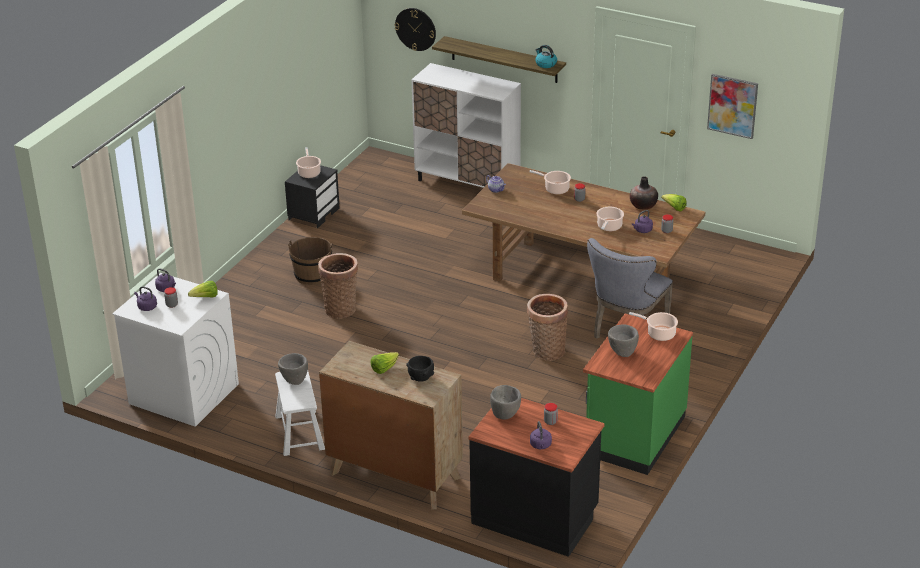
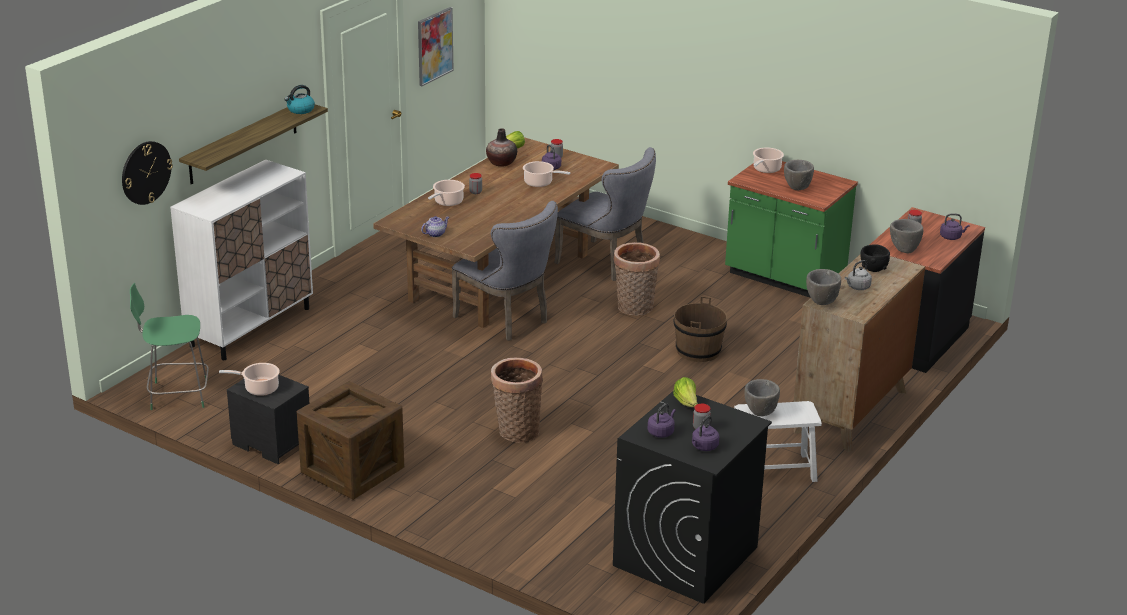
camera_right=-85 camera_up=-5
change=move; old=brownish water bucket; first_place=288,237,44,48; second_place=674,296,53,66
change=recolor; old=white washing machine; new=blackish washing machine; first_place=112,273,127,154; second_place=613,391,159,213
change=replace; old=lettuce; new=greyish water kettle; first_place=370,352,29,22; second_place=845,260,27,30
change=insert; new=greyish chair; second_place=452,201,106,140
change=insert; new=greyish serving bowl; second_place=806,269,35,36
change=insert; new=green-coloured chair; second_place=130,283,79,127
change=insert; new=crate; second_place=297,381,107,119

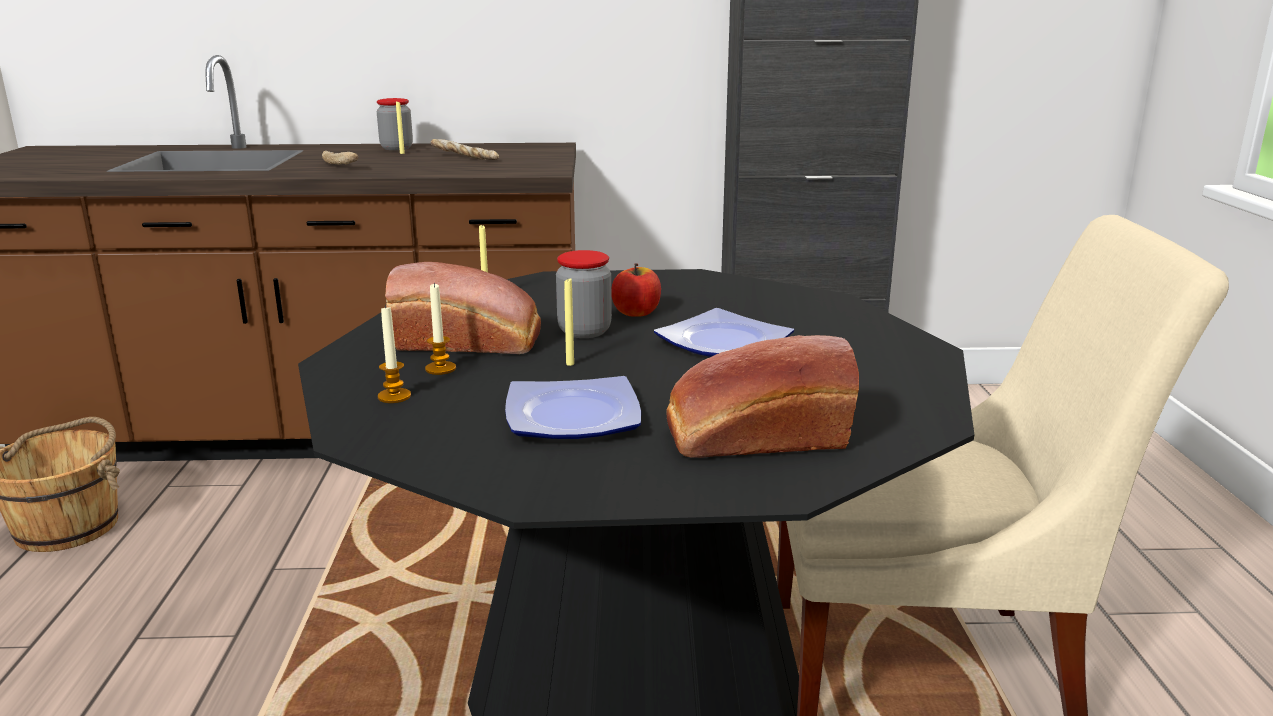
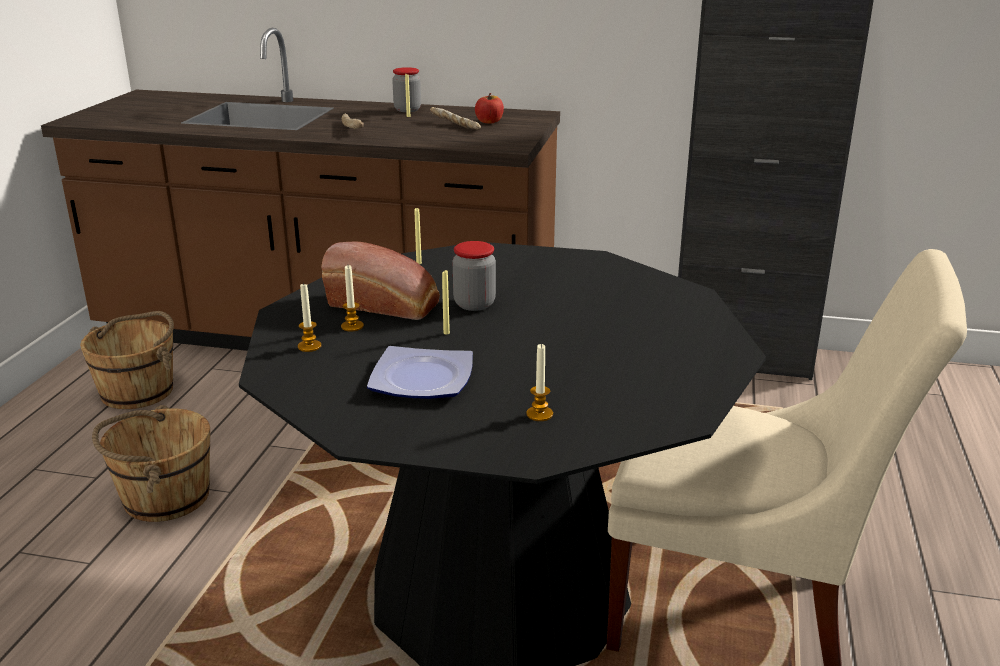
camera_right=15 camera_up=5
change=move; old=whole apple; first_place=611,263,50,54; second_place=475,93,29,31
change=delete; old=flat dish; first_place=654,308,140,49
change=replace; old=bread; new=wax candle; first_place=667,335,192,123; second_place=526,343,27,78
change=insert; new=brownish water bucket; second_place=92,405,118,117

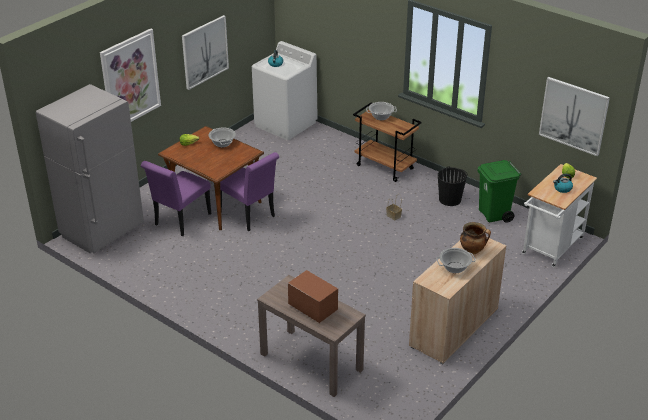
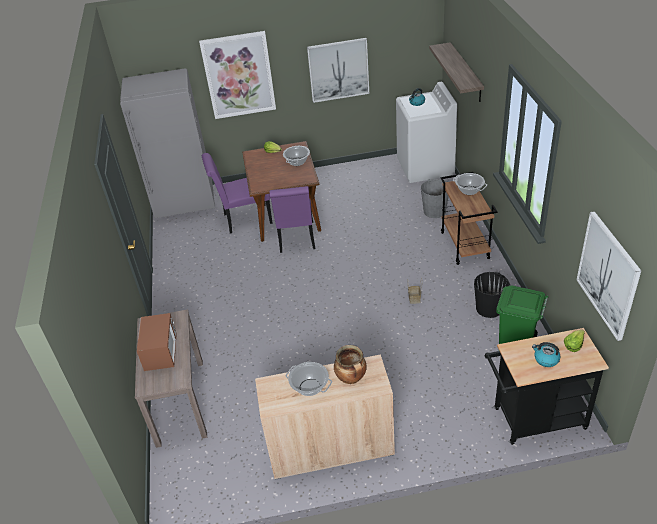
camera_right=45 camera_up=5
change=recolor; old=white trolley; new=blackish trolley; first_place=521,164,76,103; second_place=485,328,124,117
change=insert; new=bracket shelf; second_place=429,42,55,60
change=insert; new=greyish water bucket; second_place=421,179,28,39

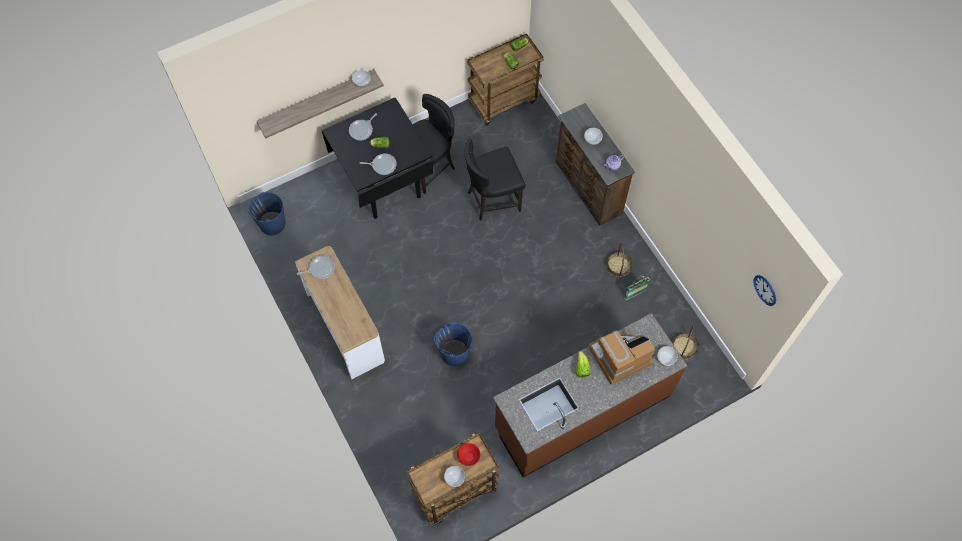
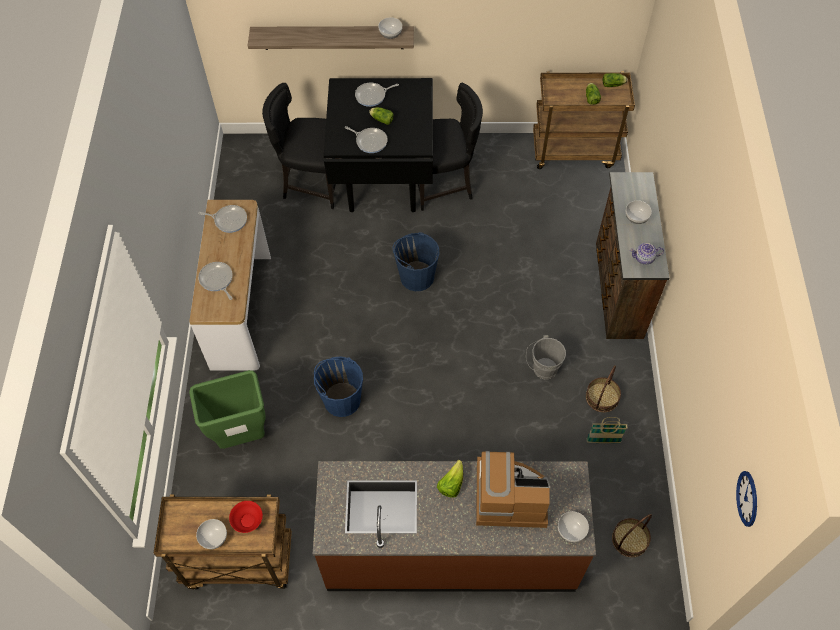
camera_right=30 camera_up=-5
change=move; old=blackish chair; first_place=464,138,62,83; second_place=262,83,80,126
change=move; old=blue water bucket; first_place=247,192,39,43; second_place=392,232,48,59
change=insert; new=skillet; second_place=198,262,35,38
change=insert; new=greyish water bucket; second_place=526,335,40,44
change=insert; new=green-coloured rubbish bin; second_place=189,370,77,79

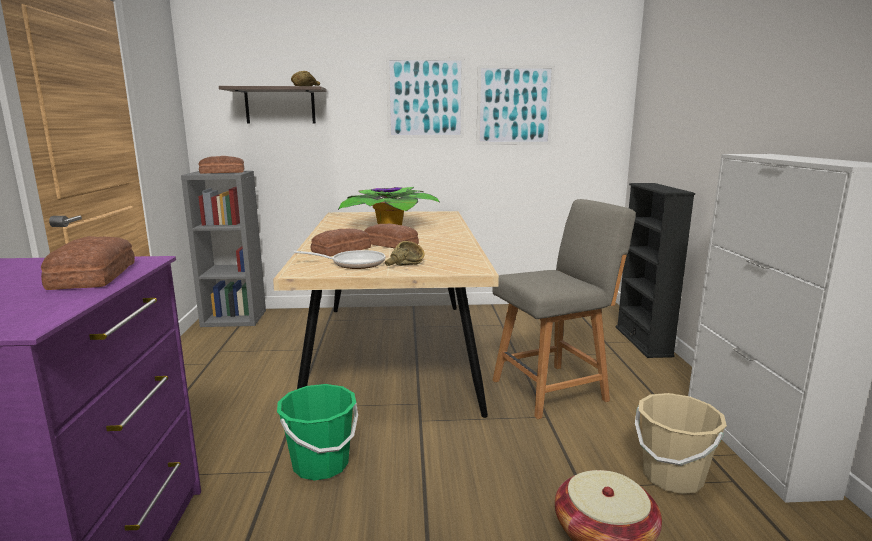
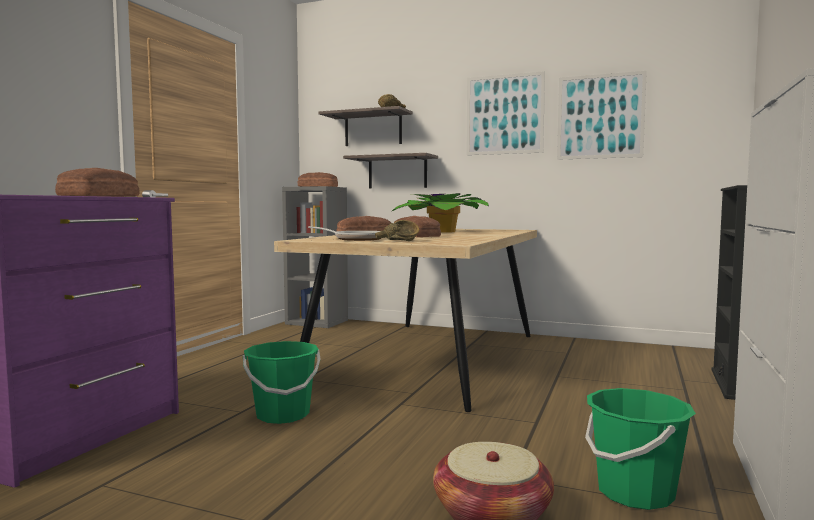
camera_right=25 camera_up=-10
change=delete; old=greyish chair; first_place=492,199,144,220
change=recolor; old=beige-coloured water bucket; new=green-coloured water bucket; first_place=635,393,92,101; second_place=585,388,111,122
change=insert; new=bracket shelf; second_place=343,153,95,36

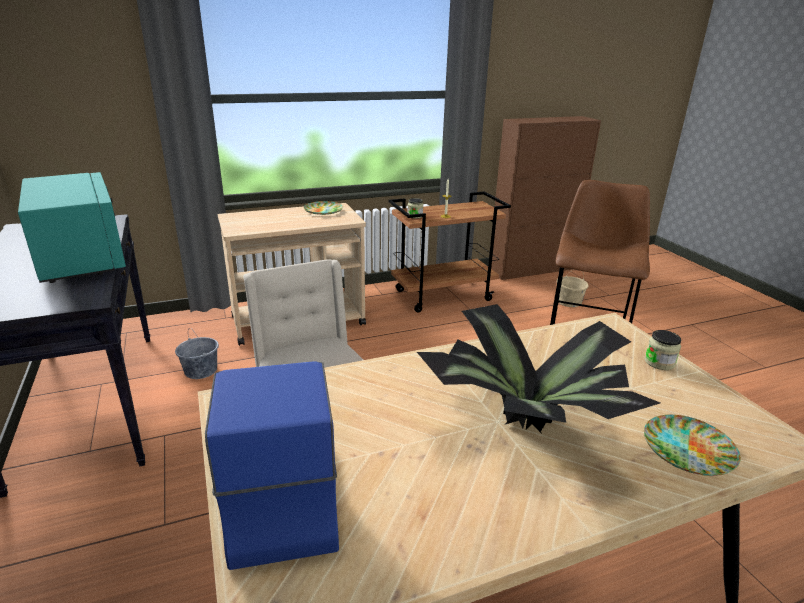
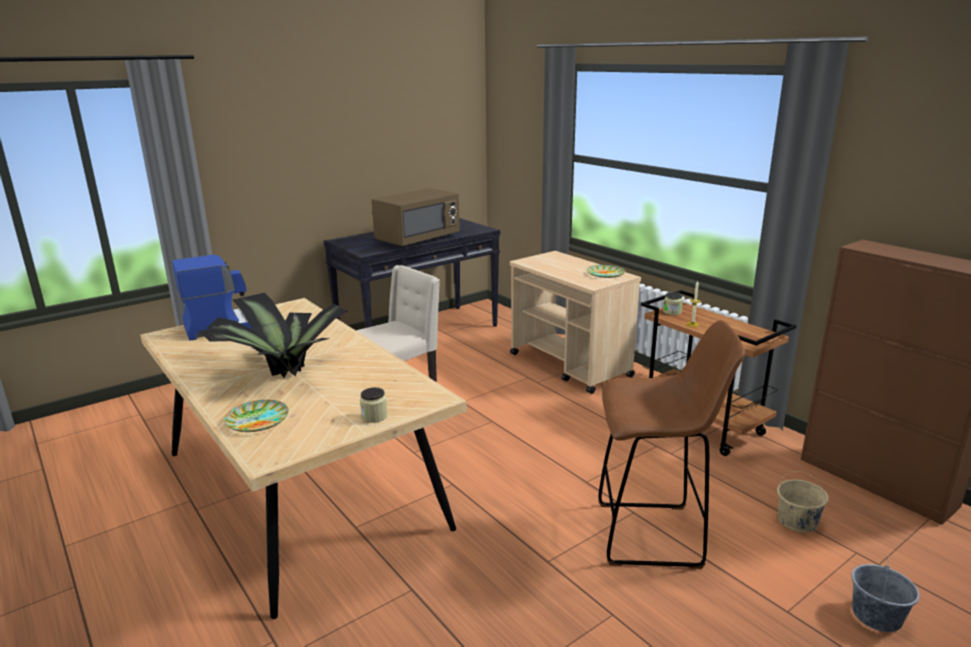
camera_right=75 camera_up=-5
change=recolor; old=turquoise microwave; new=brownish microwave; first_place=18,172,108,111; second_place=372,188,88,59
change=move; old=greyish water bucket; first_place=175,328,44,51; second_place=851,554,69,78

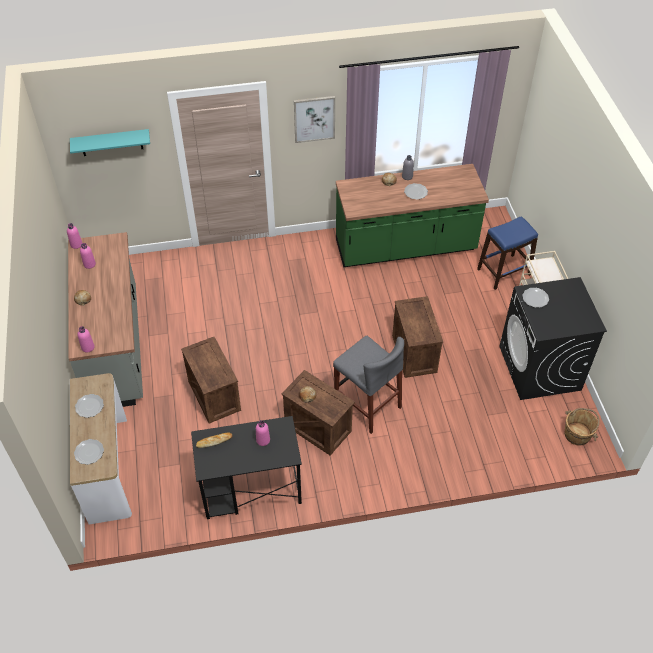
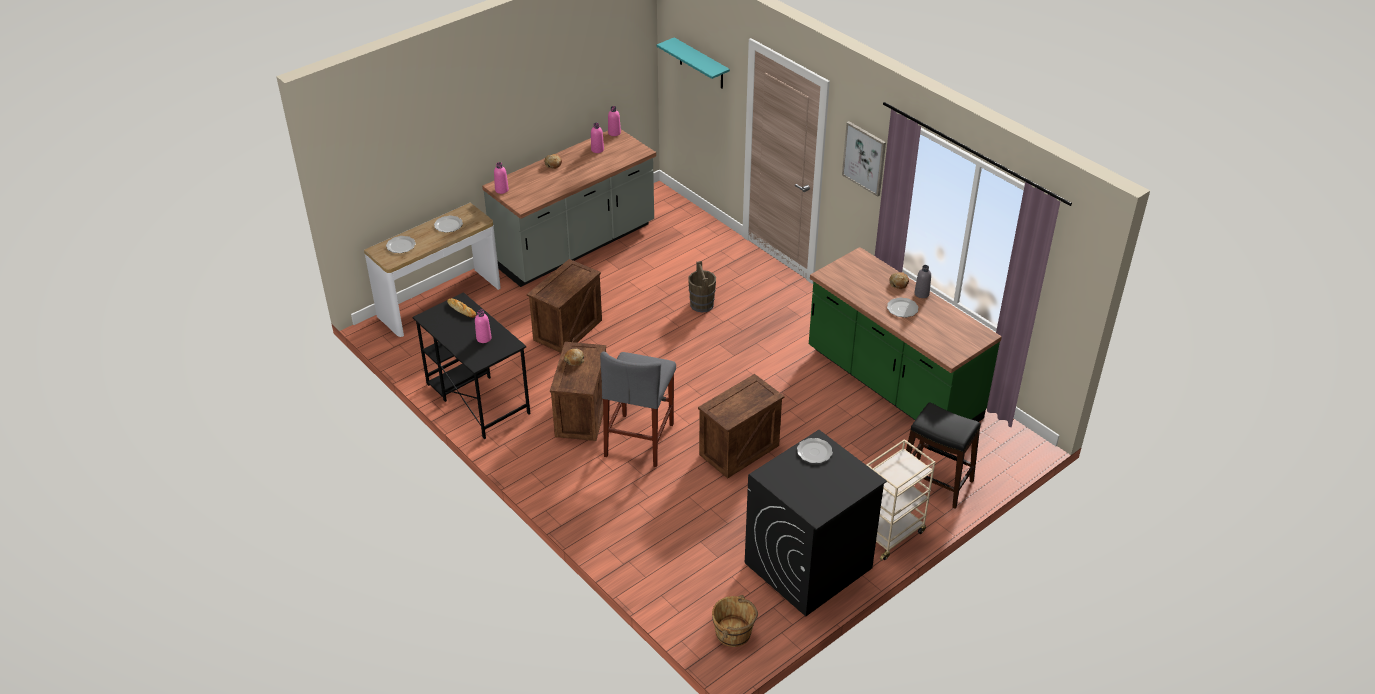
camera_right=60 camera_up=-10
change=recolor; old=blue stool seat; new=blackish stool seat; first_place=477,217,61,73; second_place=906,402,75,107
change=insert; new=brownish water bucket; second_place=688,261,28,51

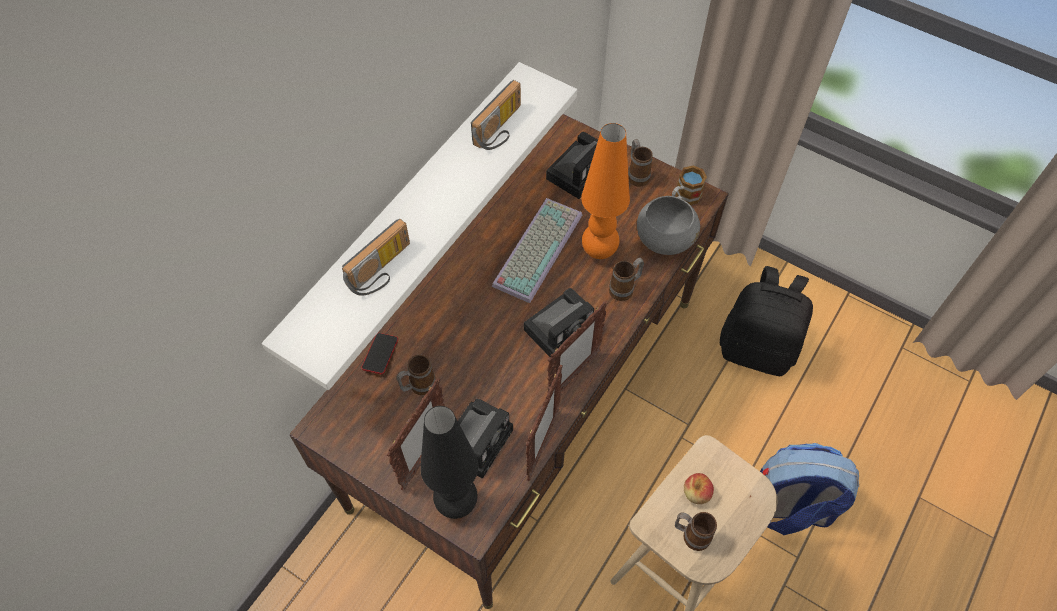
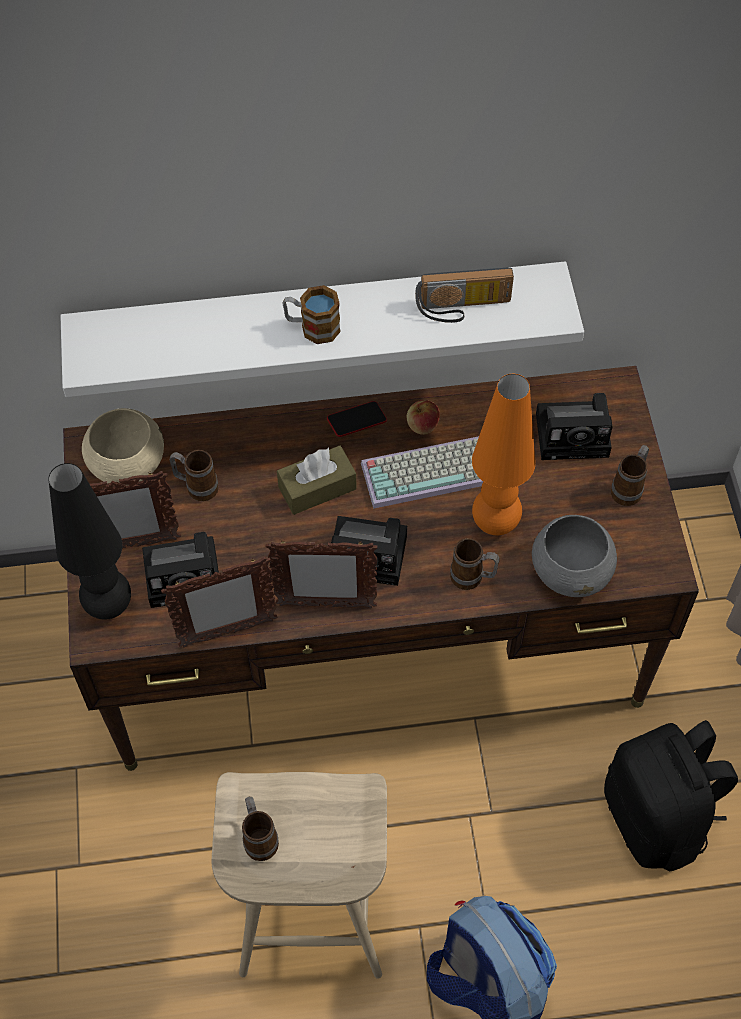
camera_right=50 camera_up=0
change=move; old=tea mug; first_place=672,165,35,40; second_place=283,285,58,59
change=delete; old=radio receiver; first_place=342,219,68,77
change=move; old=phone; first_place=361,333,37,41; second_place=327,401,60,36
change=move; old=whole apple; first_place=684,473,30,31; second_place=407,400,33,35
change=insert; new=beige-coloured serving bowl; second_place=82,408,82,76
change=insert; new=brownish box of tissues; second_place=277,446,80,69

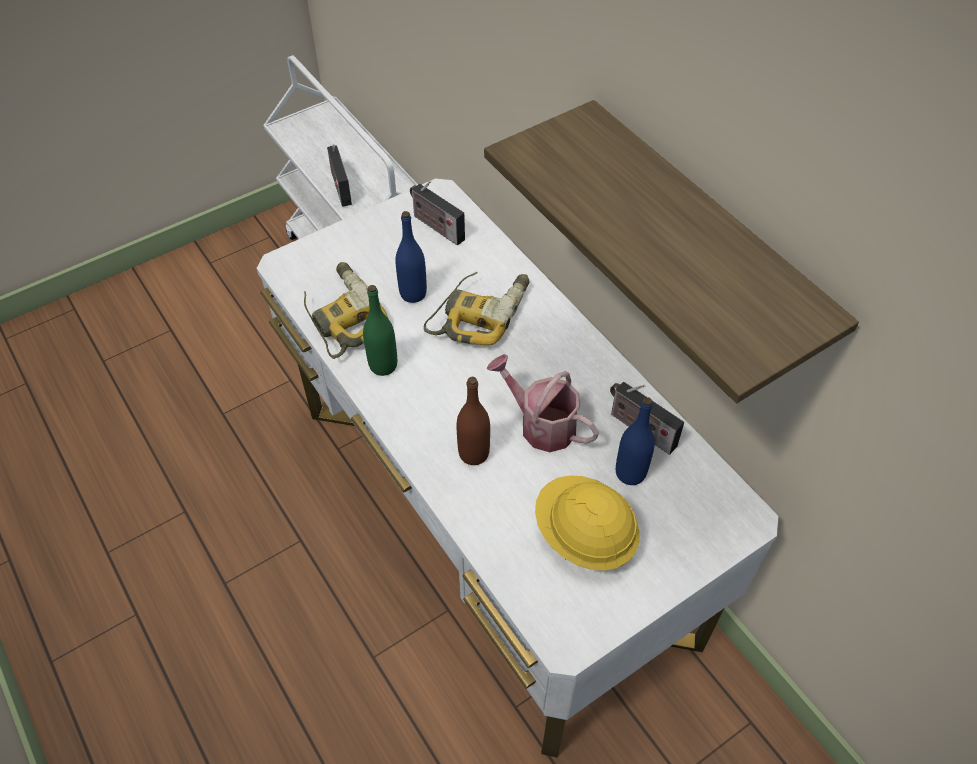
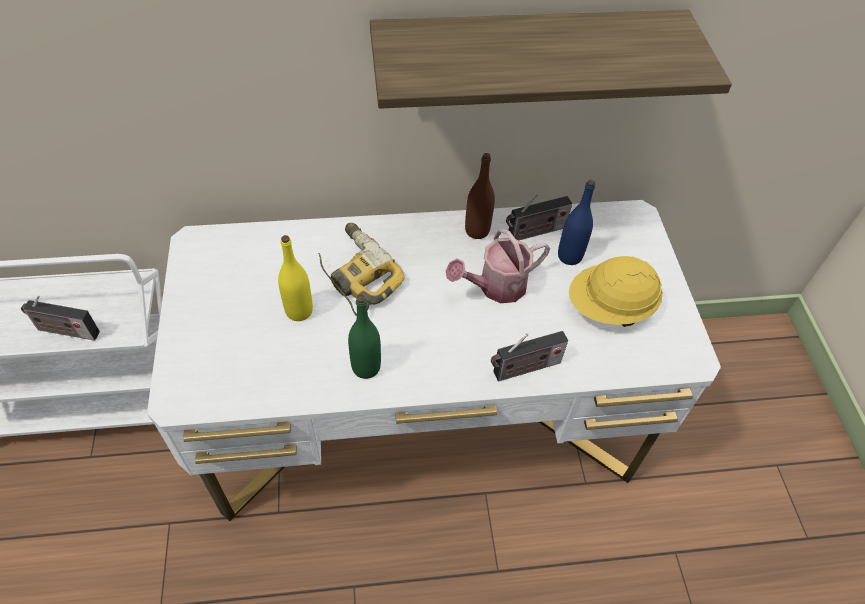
camera_right=-65 camera_up=0
change=move; old=radio receiver; first_place=410,180,55,65; second_place=491,331,77,50
change=recolor; old=blue beverage bottle; new=yellow beverage bottle; first_place=396,211,31,92; second_place=278,235,35,86
change=delete; old=drill; first_place=304,262,84,97
change=move; old=brownish beverage bottle; first_place=457,377,33,88; second_place=465,153,30,86

